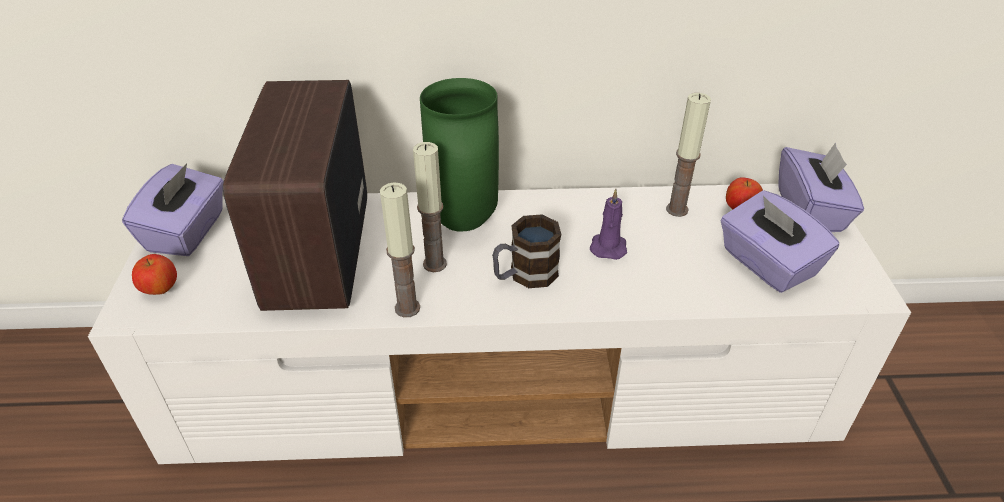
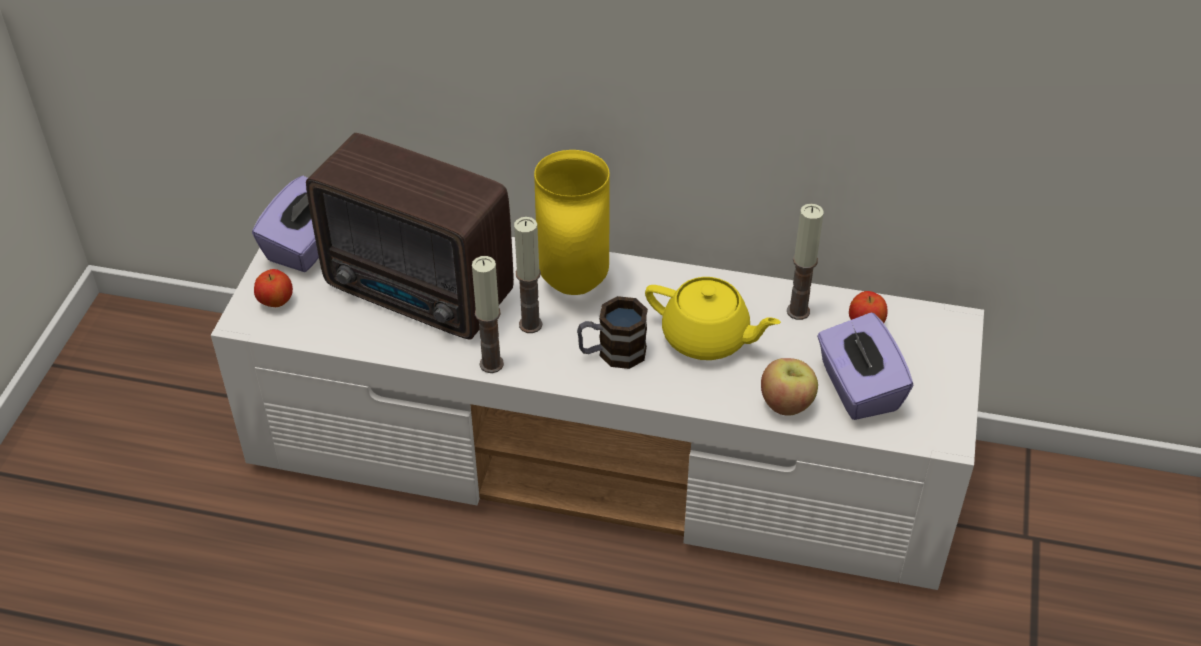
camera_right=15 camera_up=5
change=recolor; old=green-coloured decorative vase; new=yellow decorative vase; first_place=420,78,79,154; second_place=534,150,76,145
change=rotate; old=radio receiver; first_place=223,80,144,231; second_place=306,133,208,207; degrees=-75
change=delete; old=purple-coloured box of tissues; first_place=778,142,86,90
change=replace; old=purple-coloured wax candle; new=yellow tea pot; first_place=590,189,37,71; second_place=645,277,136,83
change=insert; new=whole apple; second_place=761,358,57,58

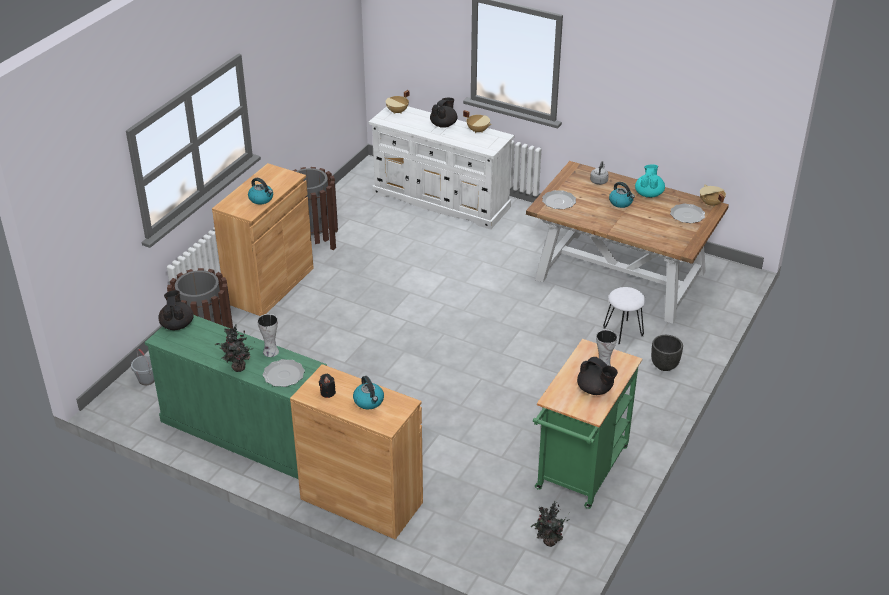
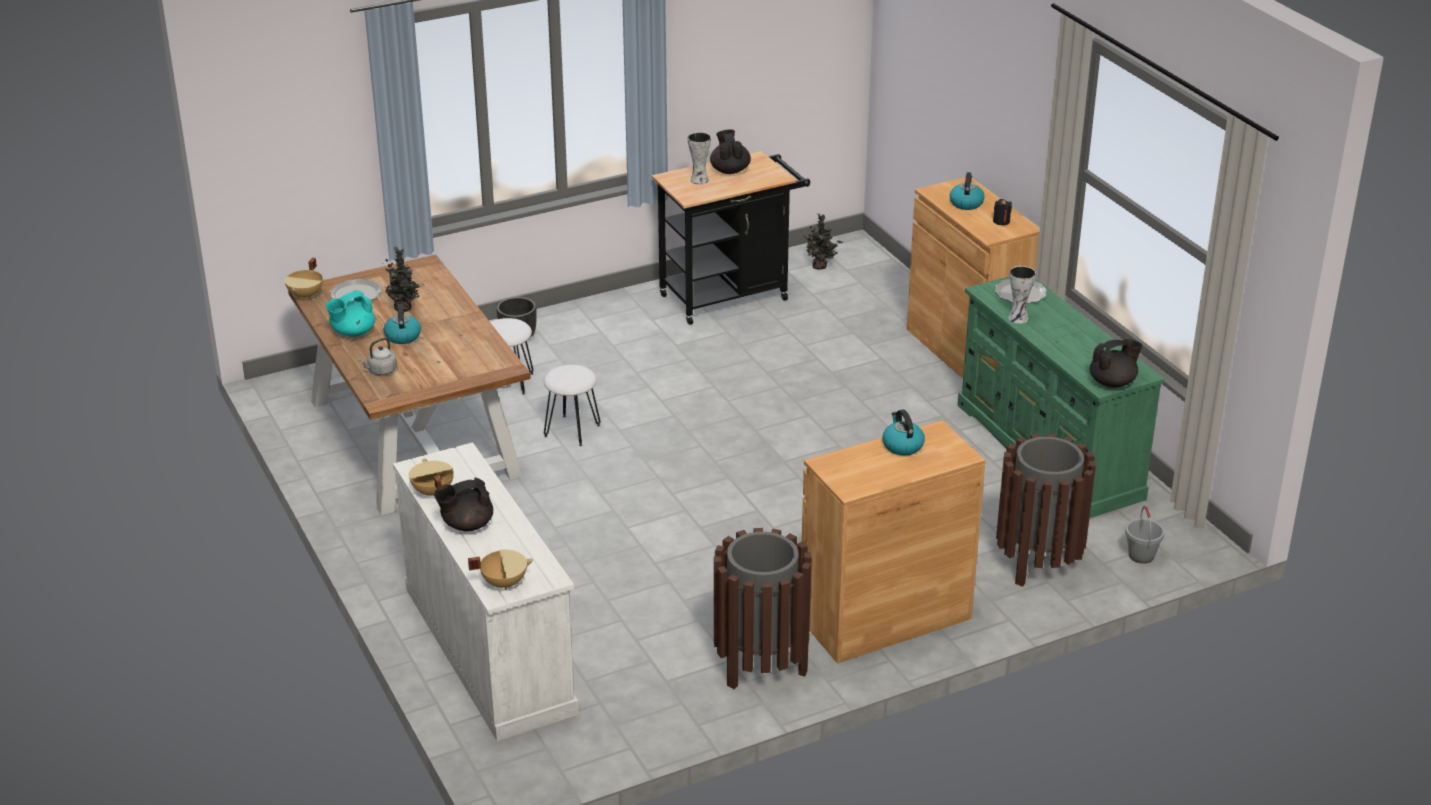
camera_right=-145 camera_up=-5
change=delete; old=flat dish; first_place=542,190,34,19
change=rotate; old=blackish tea pot; first_place=158,290,36,40; second_place=1090,339,53,49; degrees=-135
change=move; old=potted plant; first_place=215,324,38,48; second_place=385,246,36,66
change=recolor; old=green-coloured trolley; new=blackish trolley; first_place=533,339,109,170; second_place=652,151,158,174
change=insert; new=white stool seat; second_place=544,365,57,81

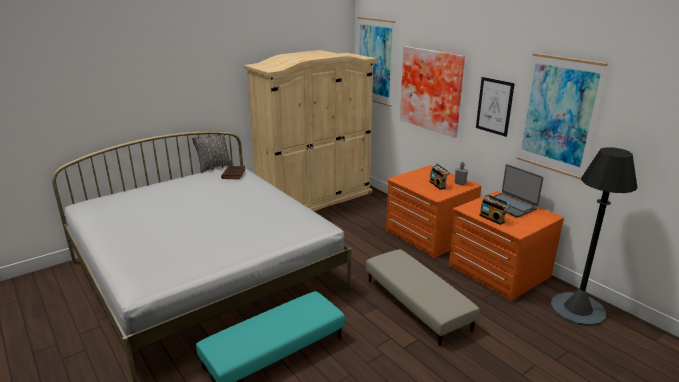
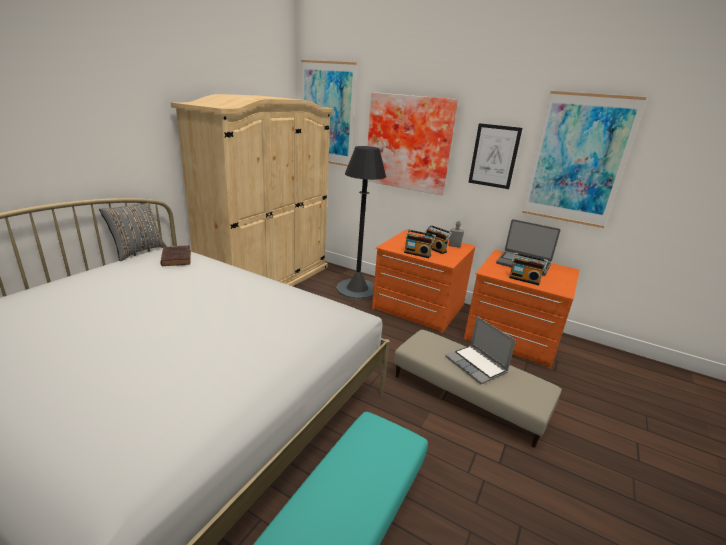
camera_right=-25 camera_up=0
change=move; old=blackish standing lamp; first_place=551,147,86,180; second_place=336,146,50,153
change=insert; new=radio receiver; second_place=404,230,32,28
change=insert; new=portable computer; second_place=445,316,71,68

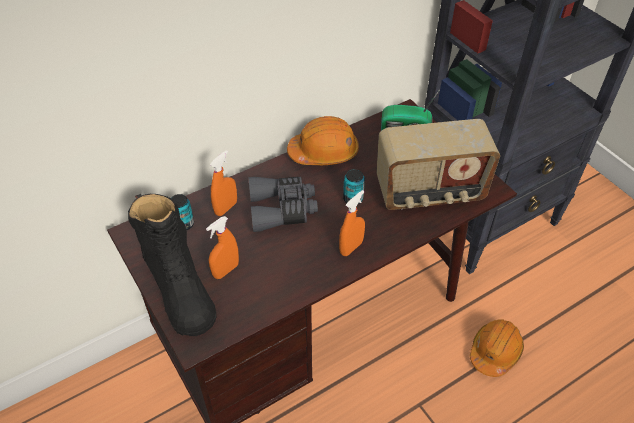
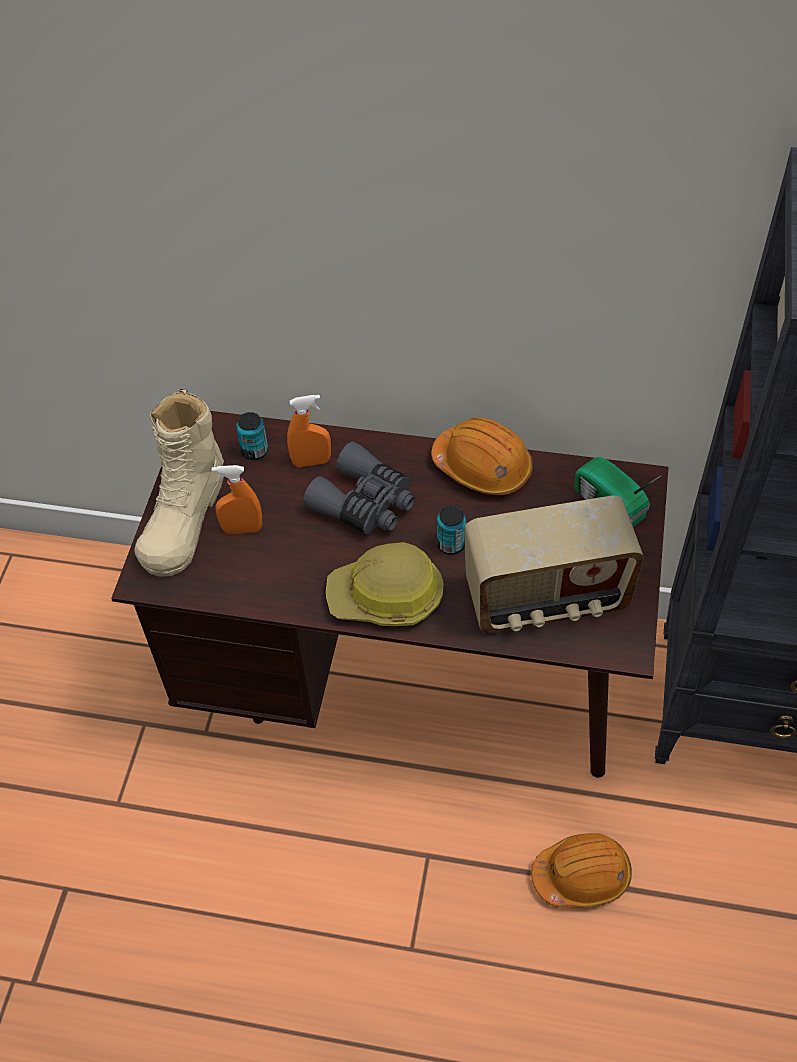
camera_right=45 camera_up=5
change=rotate; old=radio receiver; first_place=376,119,124,91; second_place=464,496,180,137; degrees=-45
change=replace; old=orange sprayer; new=safety helmet; first_place=339,190,26,66; second_place=326,542,118,84
change=recolor; old=blackish boot; new=beige-coloured boot; first_place=128,194,88,142; second_place=134,389,90,188

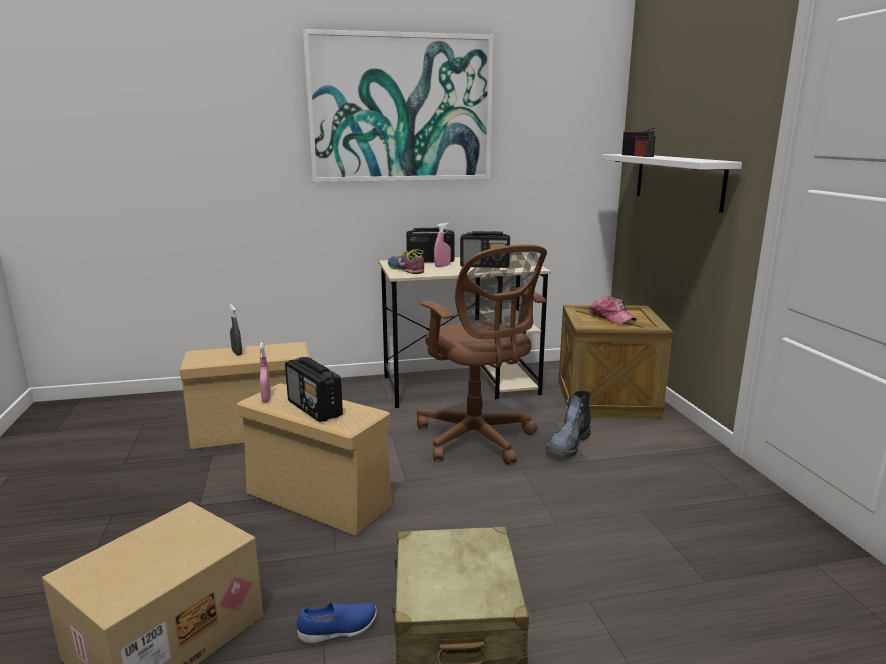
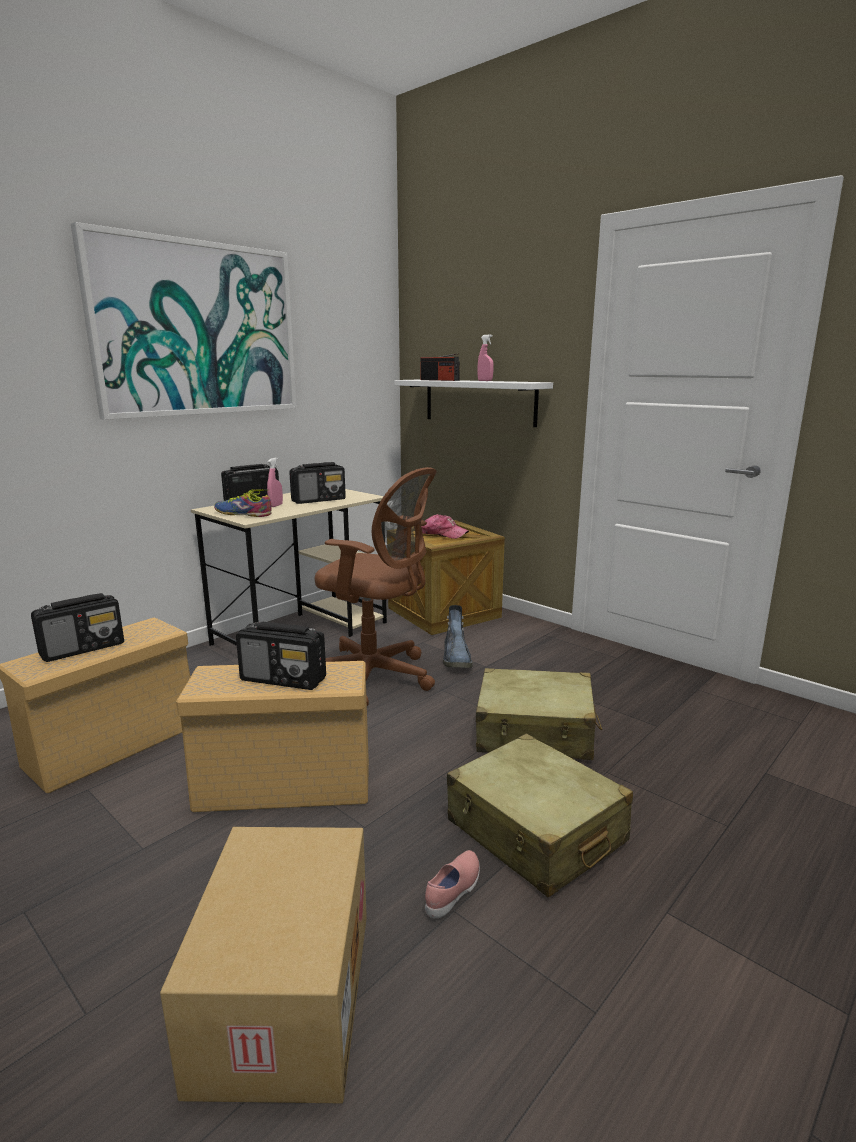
camera_right=-35 camera_up=0
change=replace; old=greyish sprayer; new=radio receiver; first_place=229,305,13,51; second_place=31,593,93,69
change=move; old=pink sprayer; first_place=259,342,12,61; second_place=477,334,17,47
change=recolor; old=blue low shoe; new=pink low shoe; first_place=297,603,80,41; second_place=425,850,55,69
change=insert; new=beige-coloured suitcase; second_place=476,668,126,92

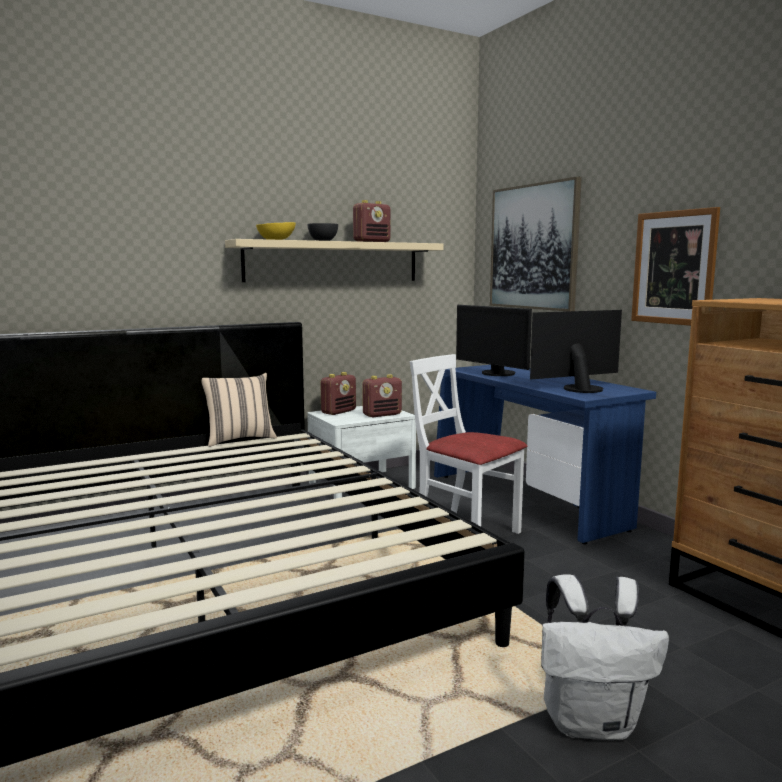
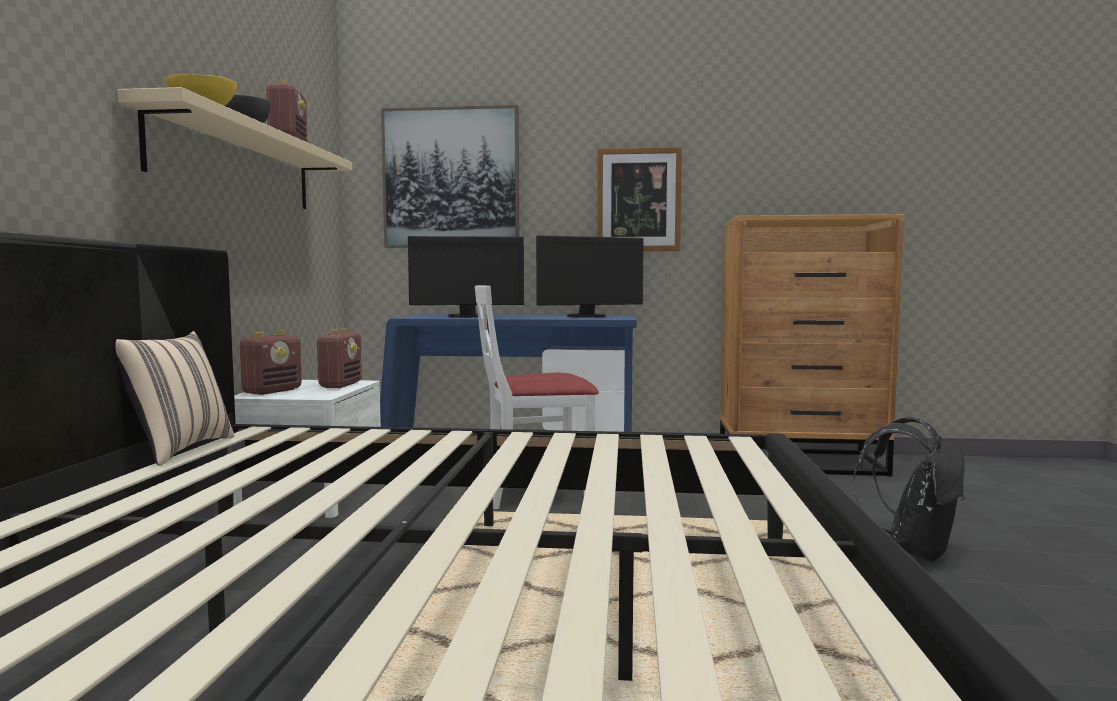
camera_right=-55 camera_up=-5
change=rotate; old=monitor; first_place=530,310,92,83; second_place=536,235,108,83; degrees=-120
change=rotate; old=radio receiver; first_place=320,372,36,43; second_place=240,331,62,64; degrees=45
change=recolor; old=white knapsack; new=blackish knapsack; first_place=541,575,128,165; second_place=853,417,112,145

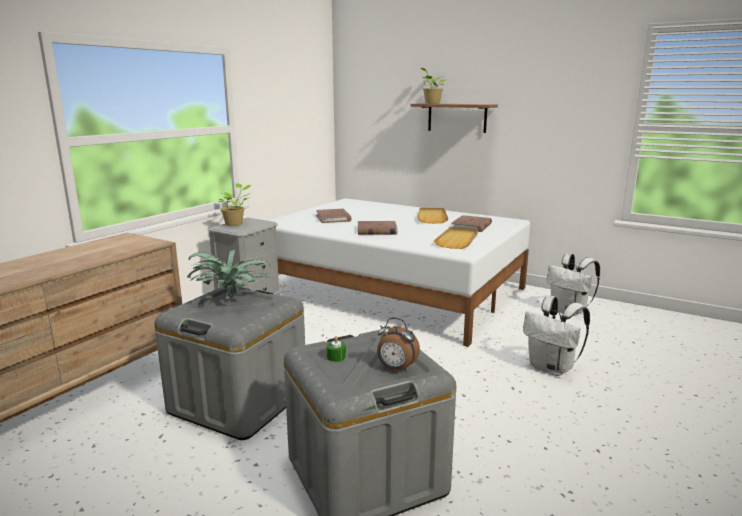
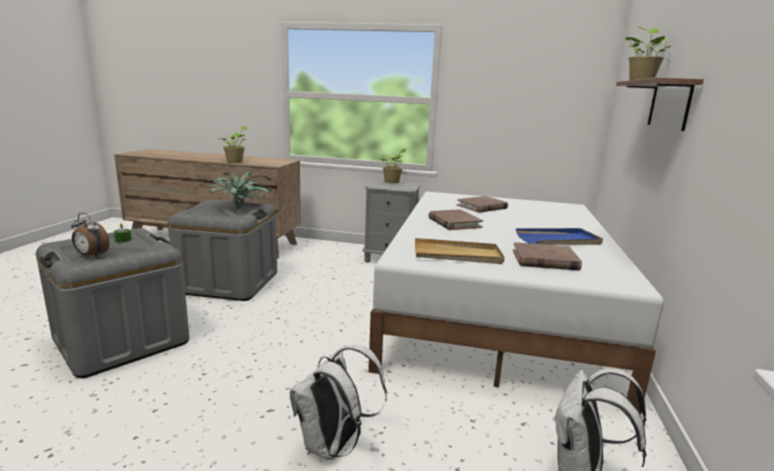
camera_right=70 camera_up=0
change=recolor; old=beige-coloured carrying tray; new=blue carrying tray; first_place=417,208,31,16; second_place=516,228,87,17
change=rotate; old=alarm clock; first_place=377,318,43,54; second_place=71,213,38,45; degrees=-75
change=insert; new=potted plant; second_place=219,126,29,37

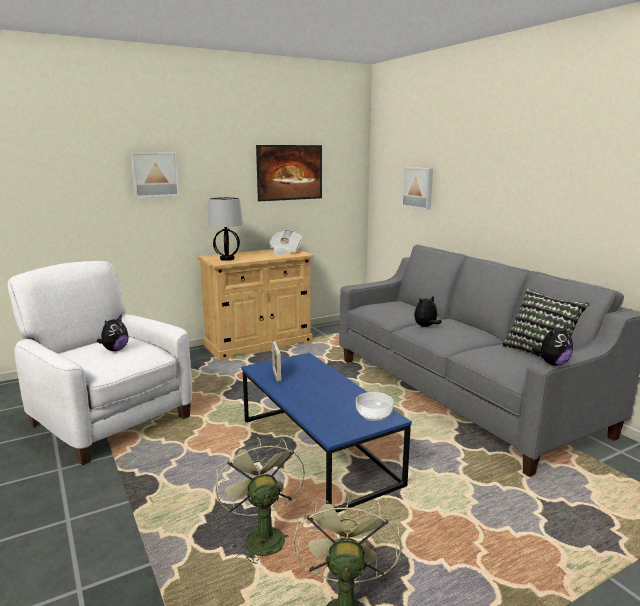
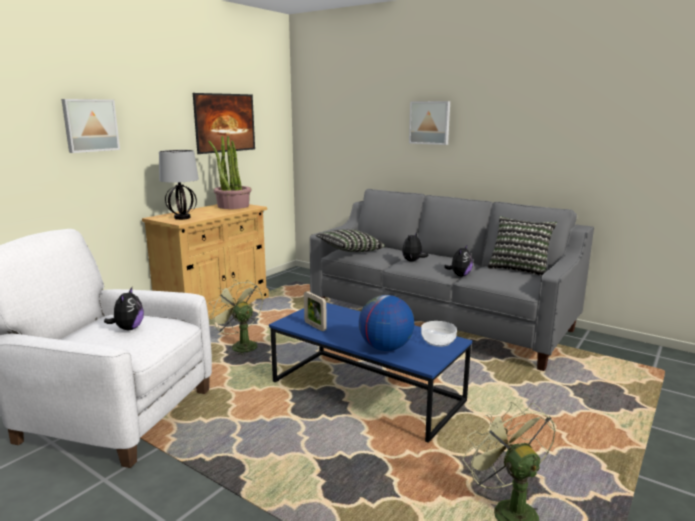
camera_right=-25 camera_up=0
change=move; old=picture; first_place=402,167,31,43; second_place=409,101,41,44
change=replace; old=daily paper; new=potted plant; first_place=269,229,34,26; second_place=208,136,43,73
change=move; old=cuddly toy; first_place=532,323,41,43; second_place=444,245,29,32
change=move; old=green-coloured electric fan; first_place=215,437,90,127; second_place=209,279,54,76
change=insert; new=pillow; second_place=316,229,69,23
change=insert; new=globe; second_place=359,295,55,56

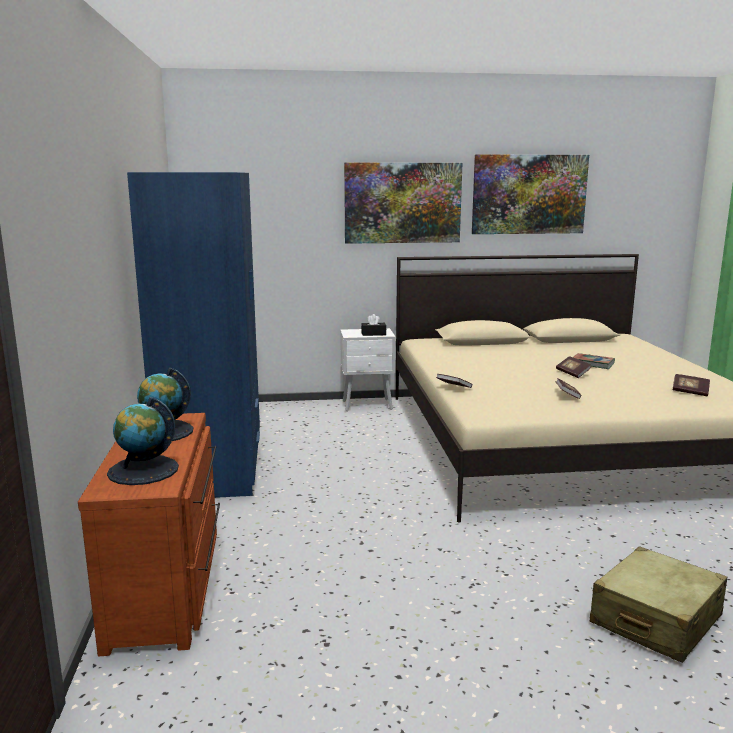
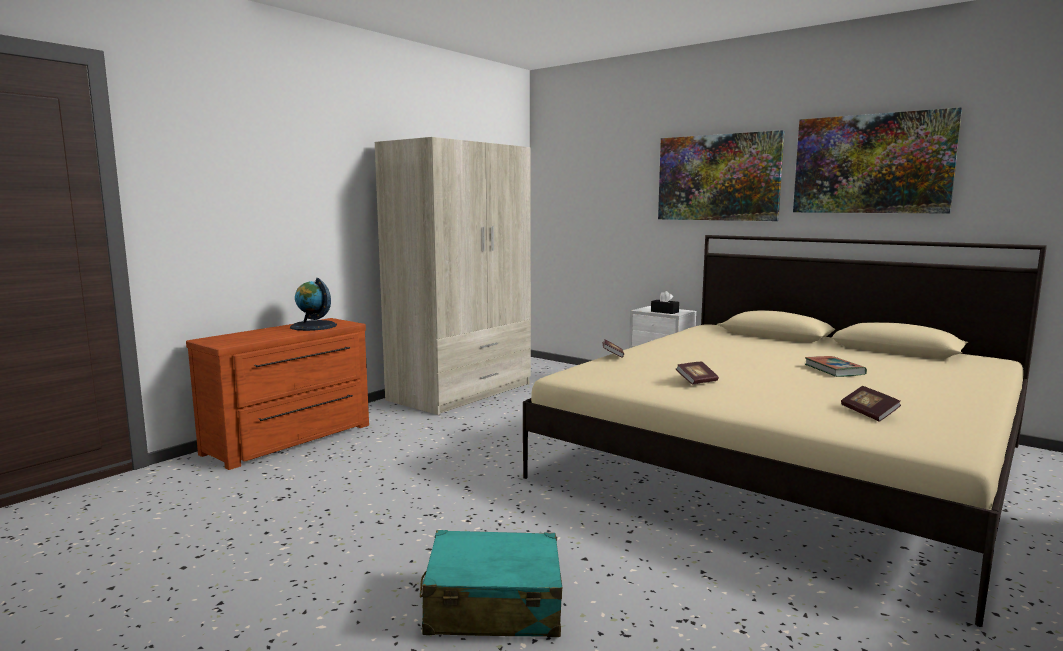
camera_right=45 camera_up=-5
change=recolor; old=blue wardrobe; new=beige-coloured wardrobe; first_place=127,172,133,326; second_place=375,137,156,278
change=delete; old=volume; first_place=556,356,35,22
change=delete; old=globe; first_place=107,397,72,88
change=recolor; old=beige-coloured suitcase; new=turquoise suitcase; first_place=590,546,137,117; second_place=420,530,142,107

